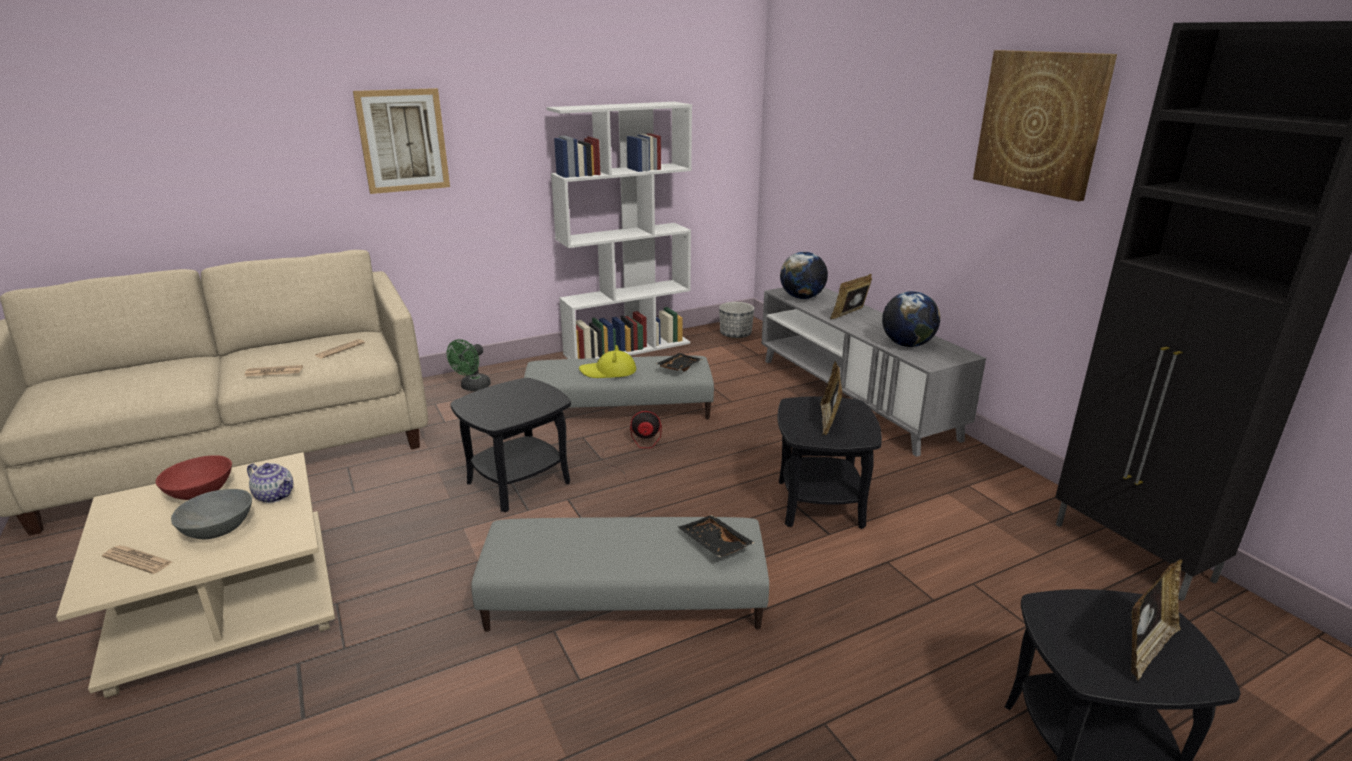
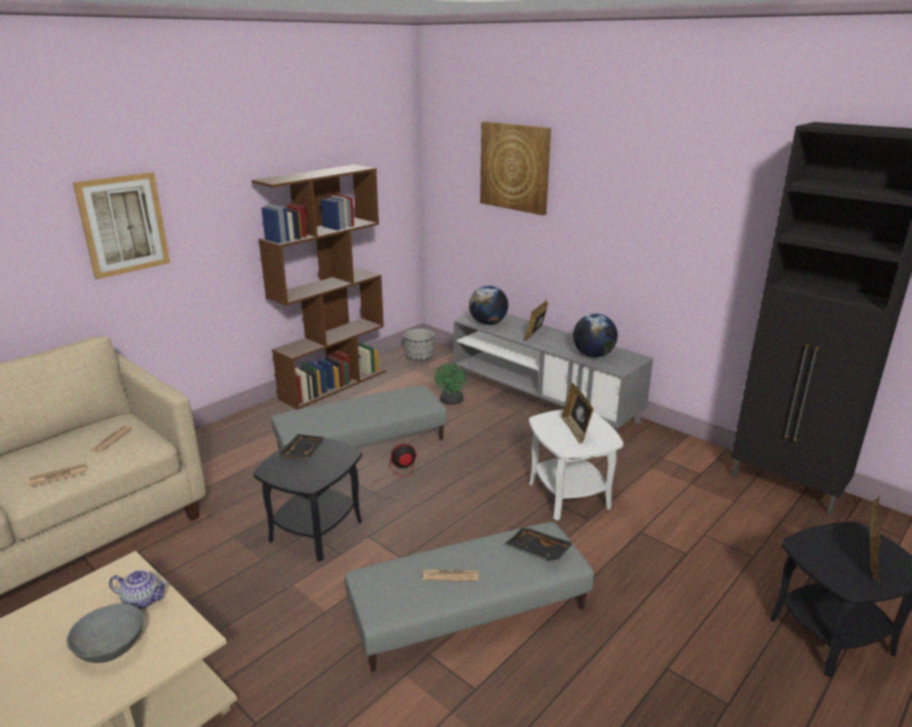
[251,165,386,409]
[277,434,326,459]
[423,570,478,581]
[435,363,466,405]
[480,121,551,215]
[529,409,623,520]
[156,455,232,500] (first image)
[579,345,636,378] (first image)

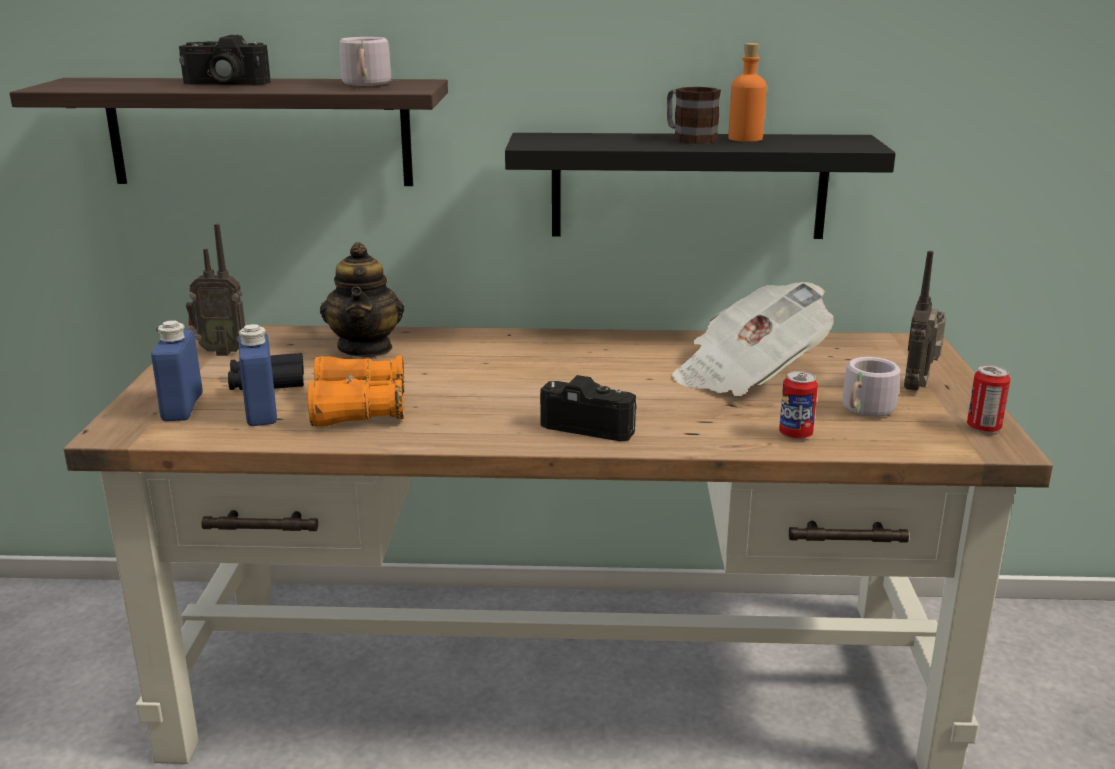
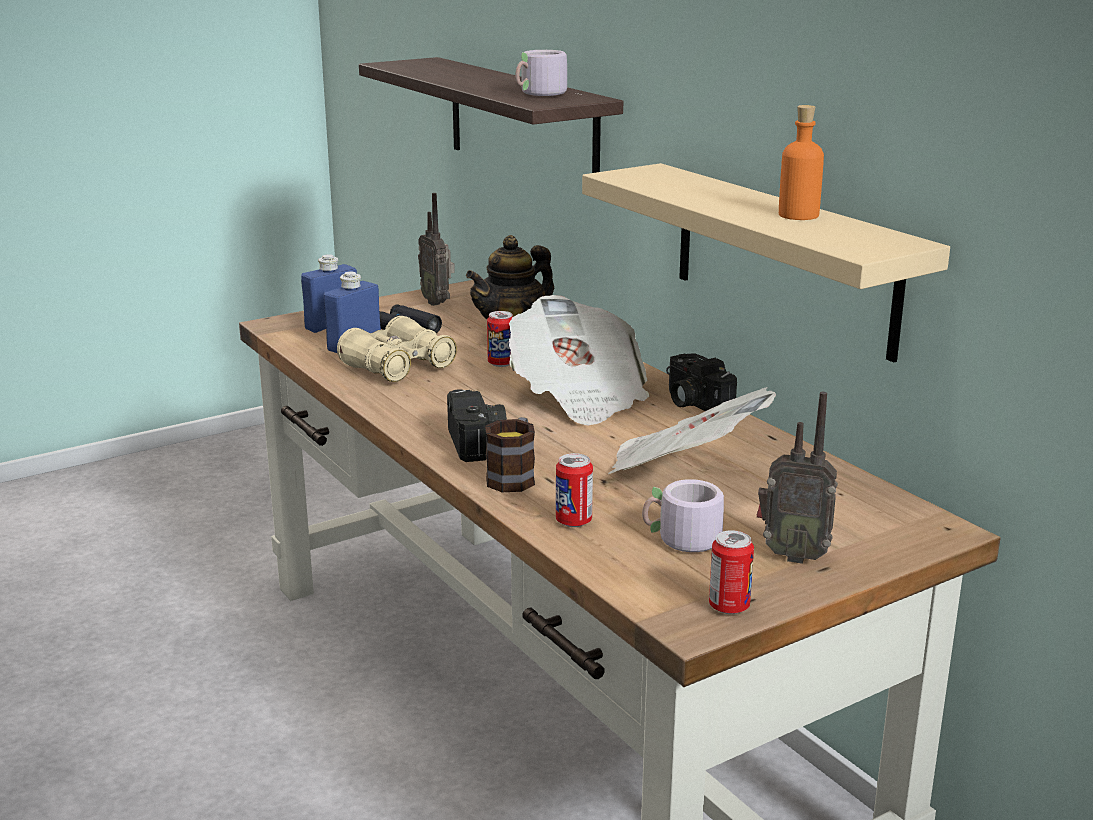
[337,316,457,382]
[485,417,535,492]
[487,311,513,367]
[509,295,649,426]
[582,163,950,362]
[666,353,737,411]
[757,392,838,564]

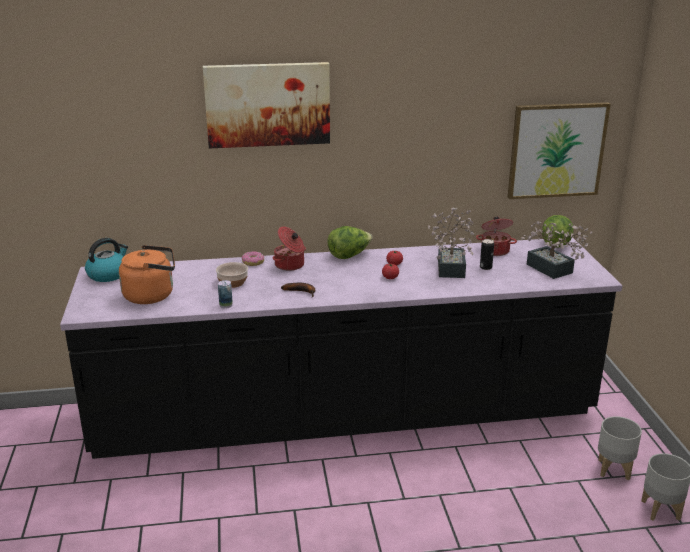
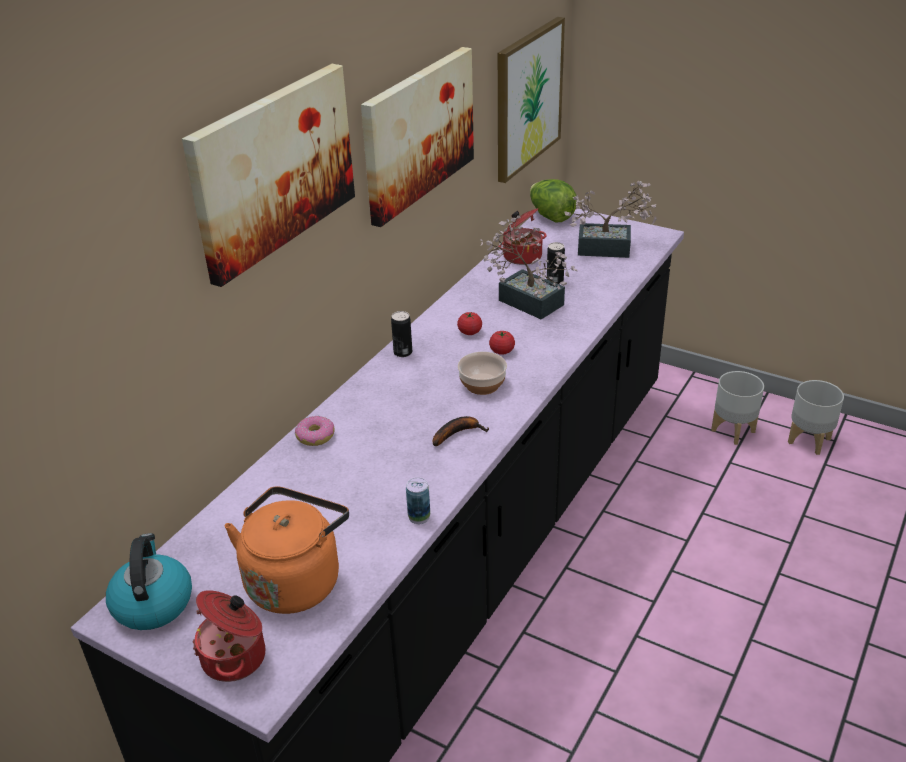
[193,590,265,682]
[361,47,474,227]
[391,311,412,357]
[458,352,507,395]

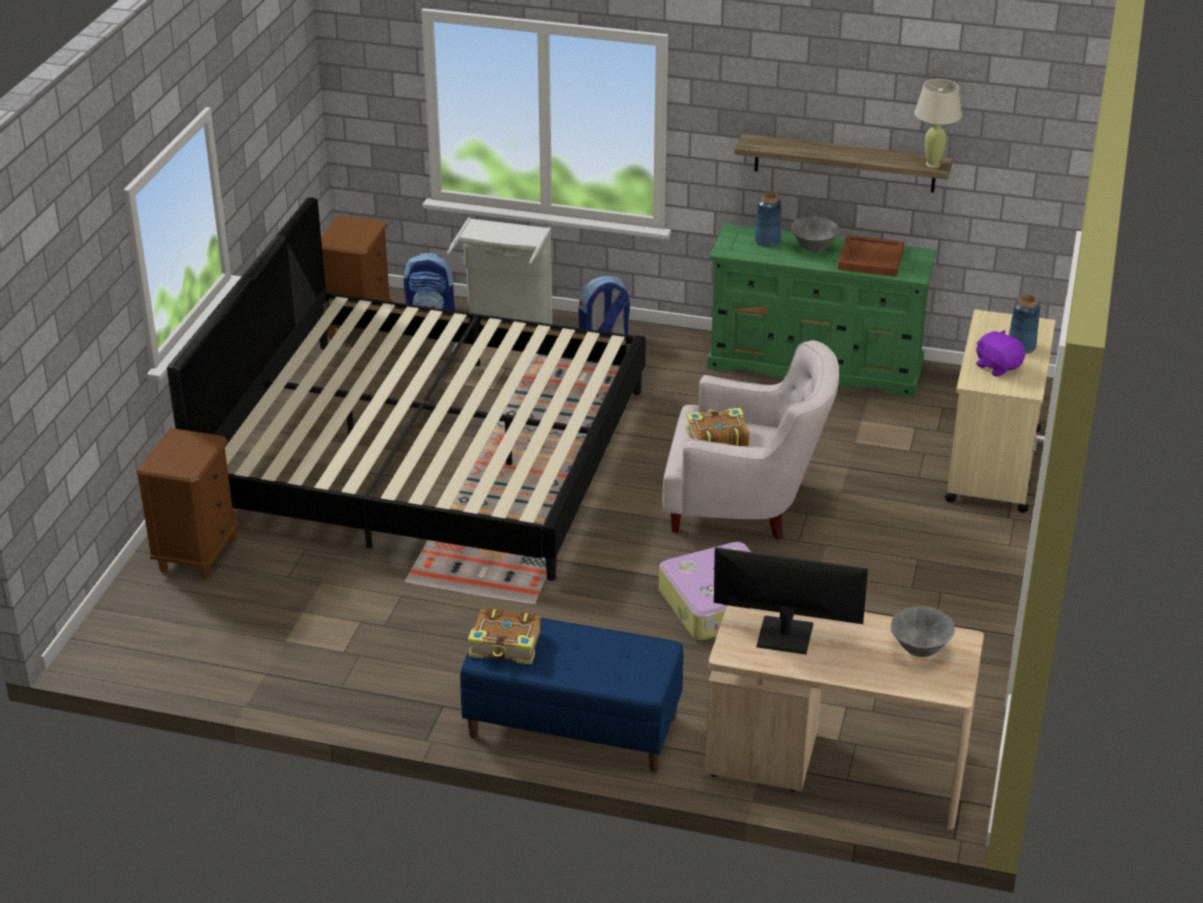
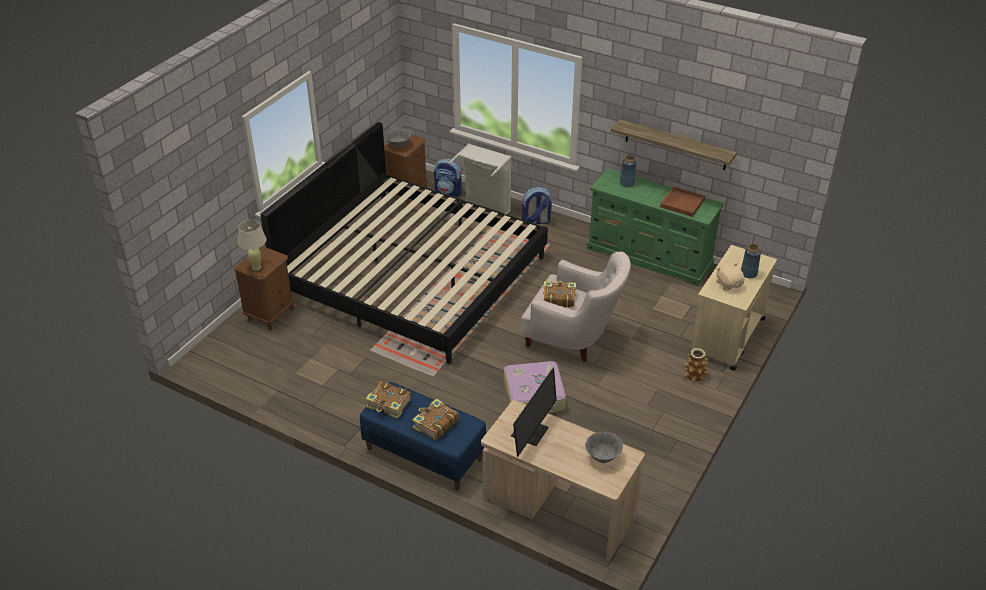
[237,220,266,270]
[385,128,411,148]
[412,399,459,440]
[511,368,557,457]
[684,348,708,382]
[716,263,744,291]

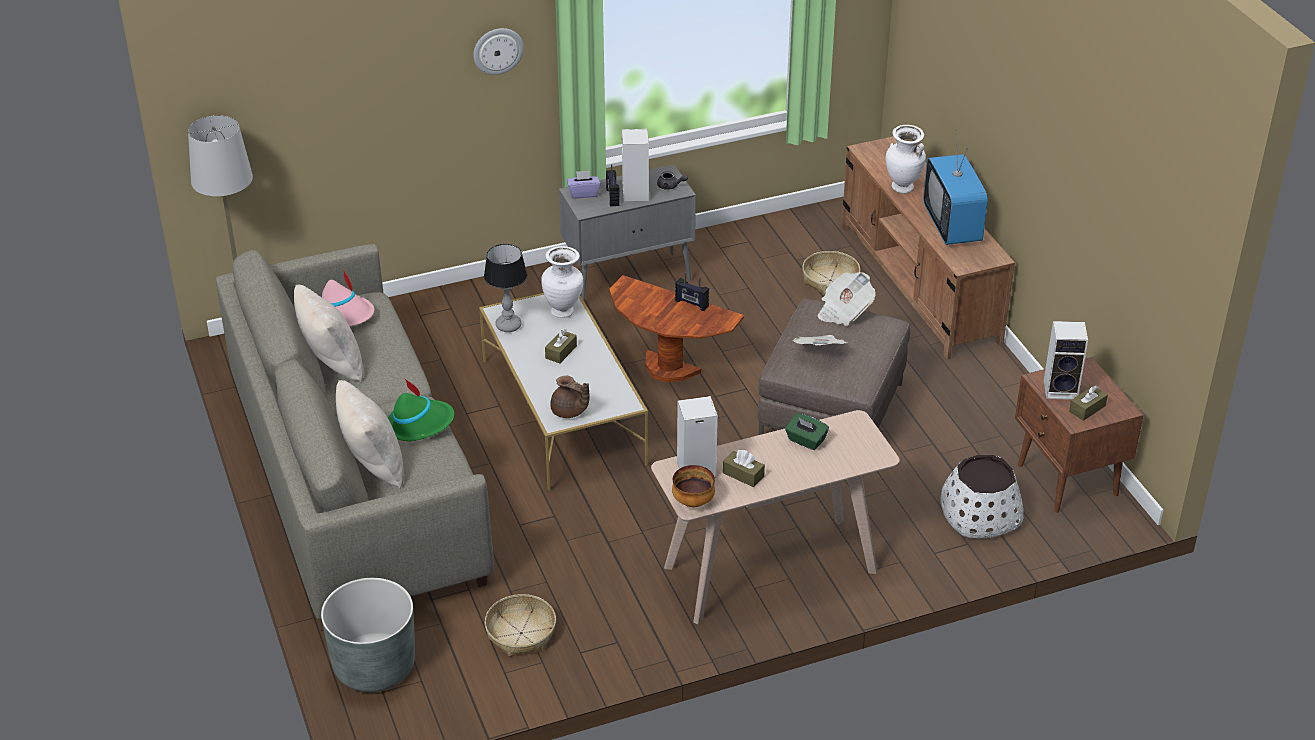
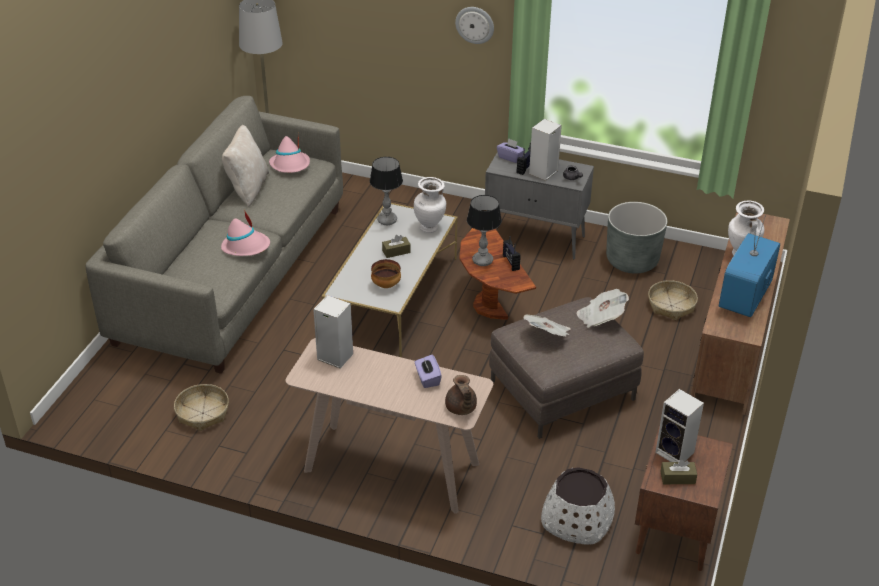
[221,210,270,256]
[371,259,401,288]
[415,355,442,388]
[445,375,477,415]
[467,195,502,266]
[606,202,667,274]
[336,380,404,488] (first image)
[723,450,765,487] (first image)

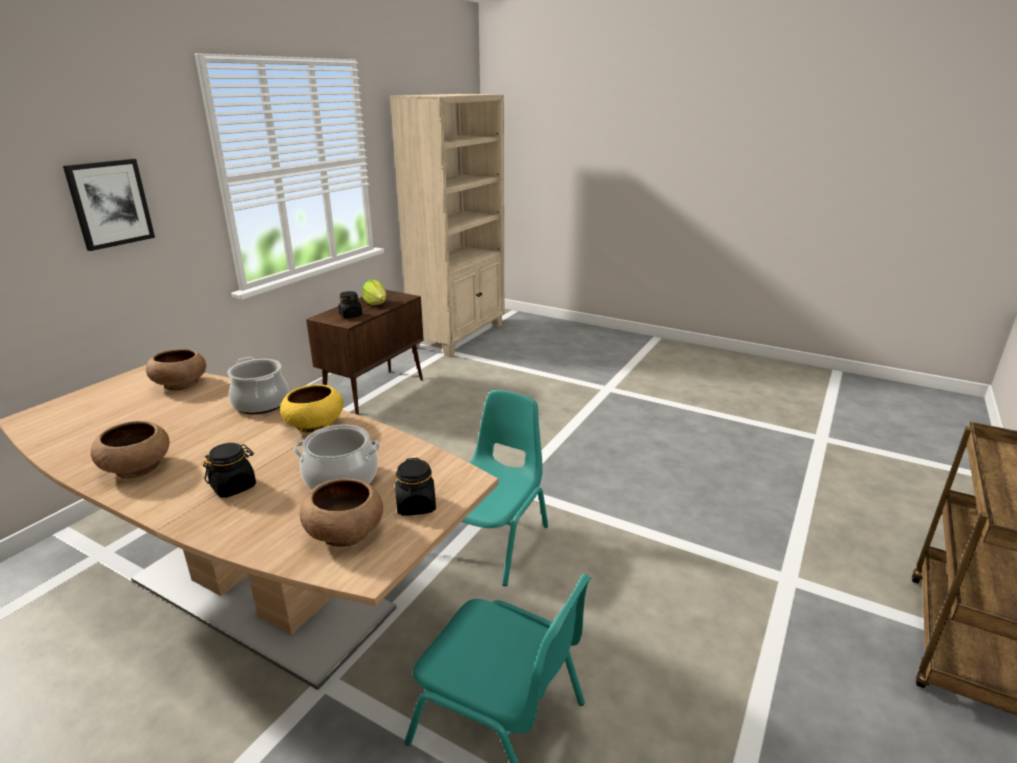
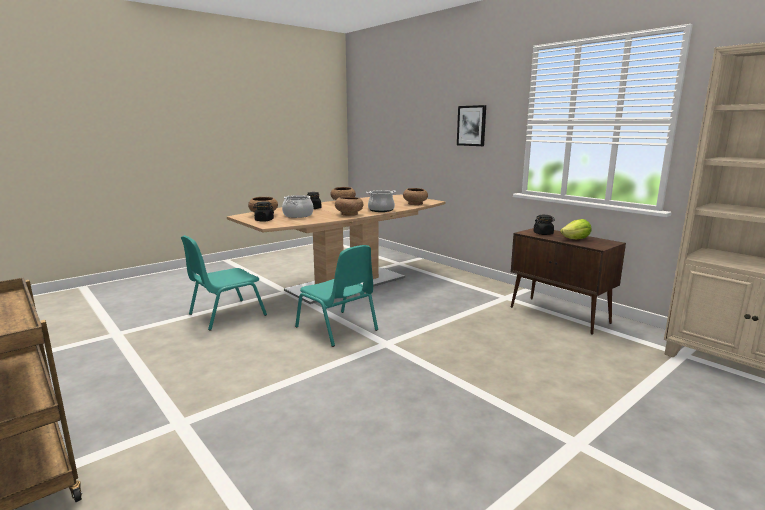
[335,197,363,216]

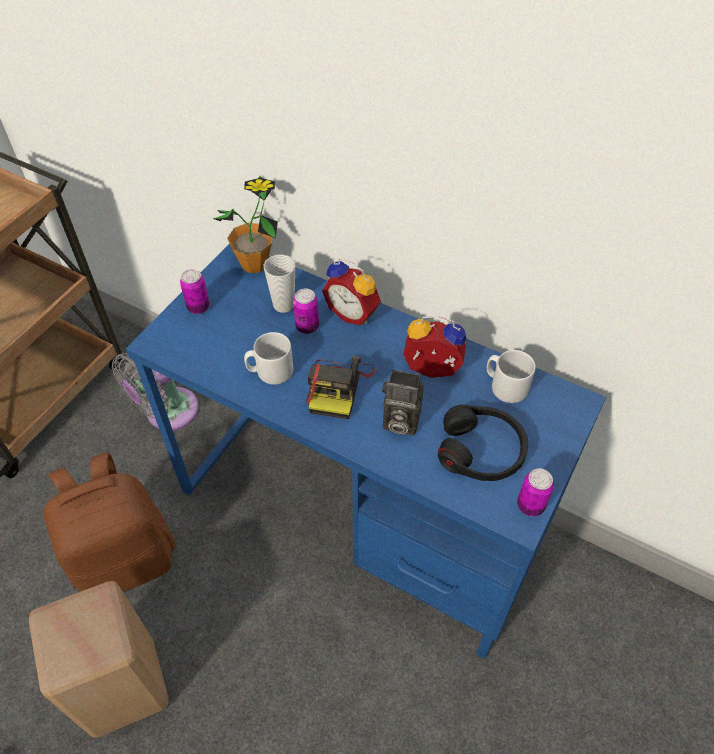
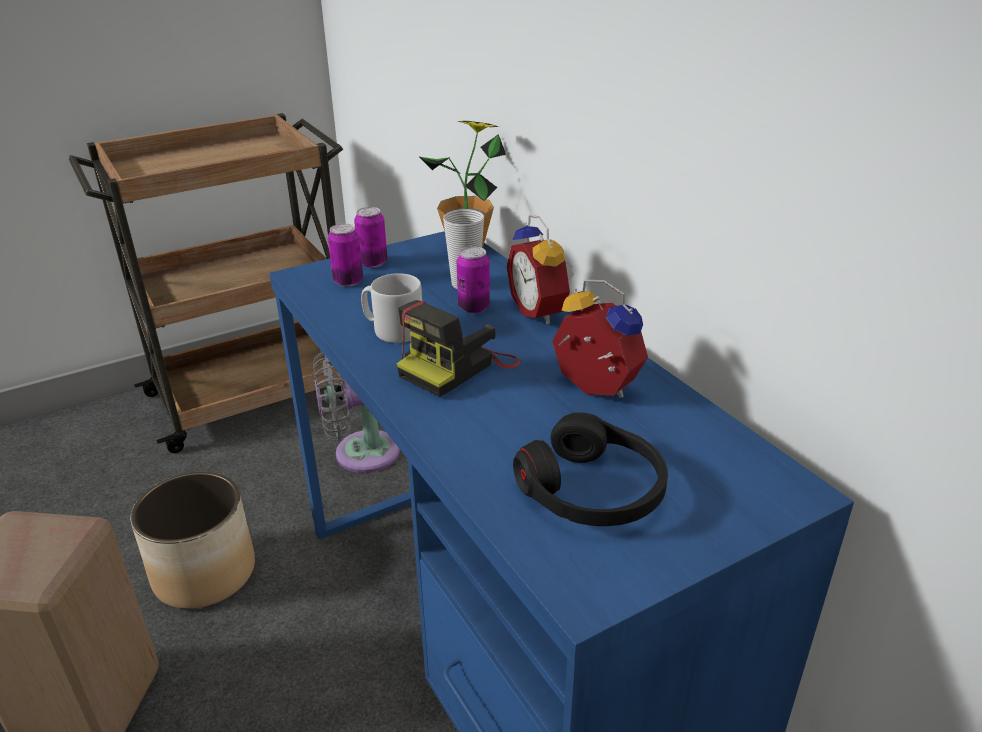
[131,472,255,609]
[328,223,363,287]
[382,370,424,436] (first image)
[487,350,536,403] (first image)

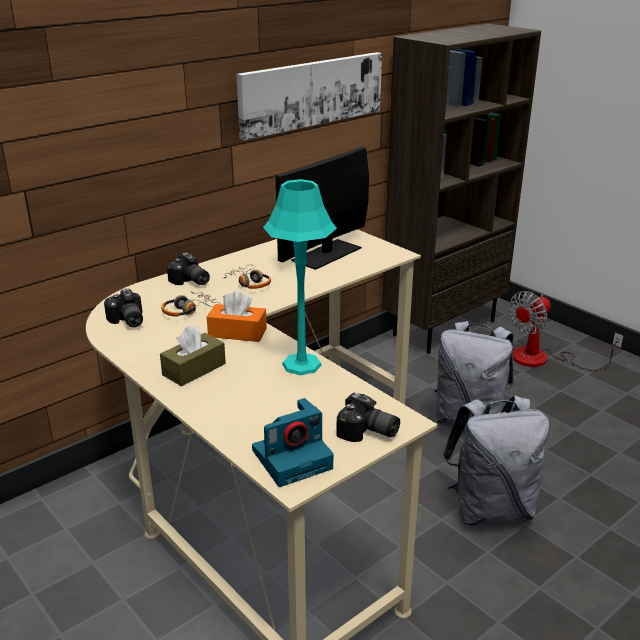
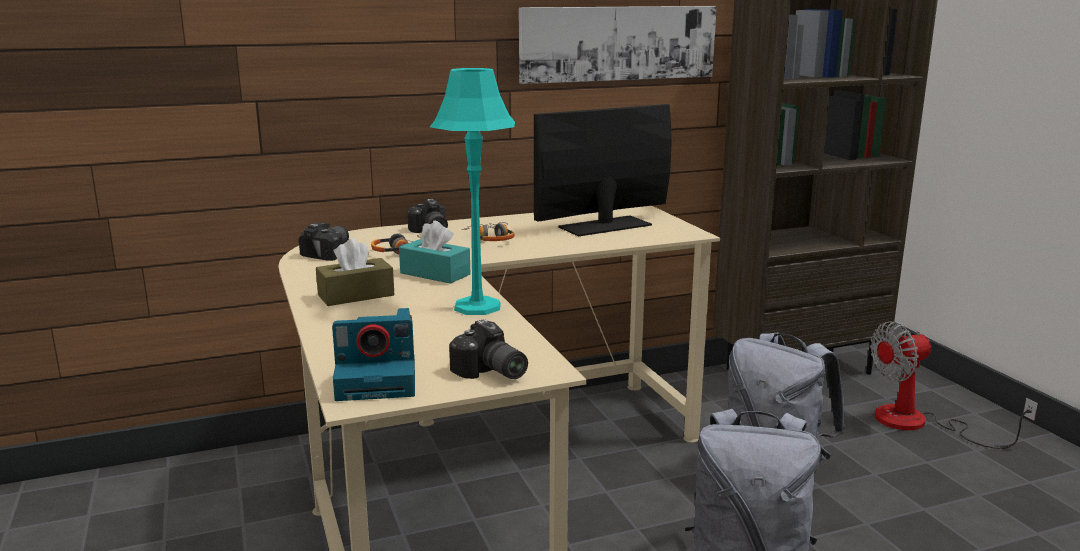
[299,223,349,261]
[399,220,470,284]

